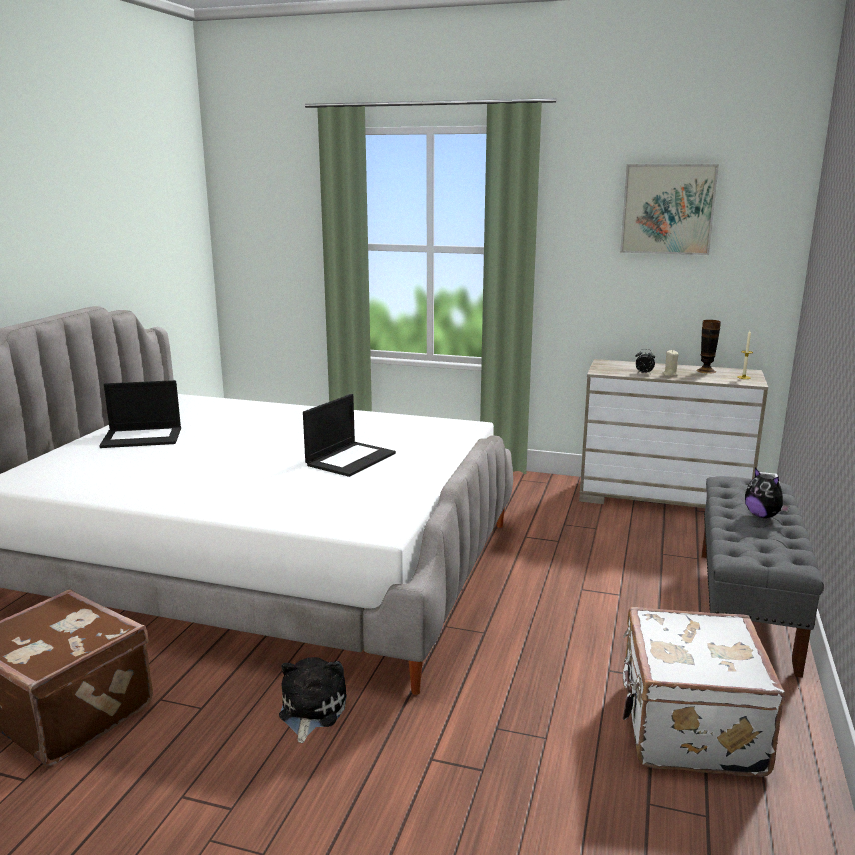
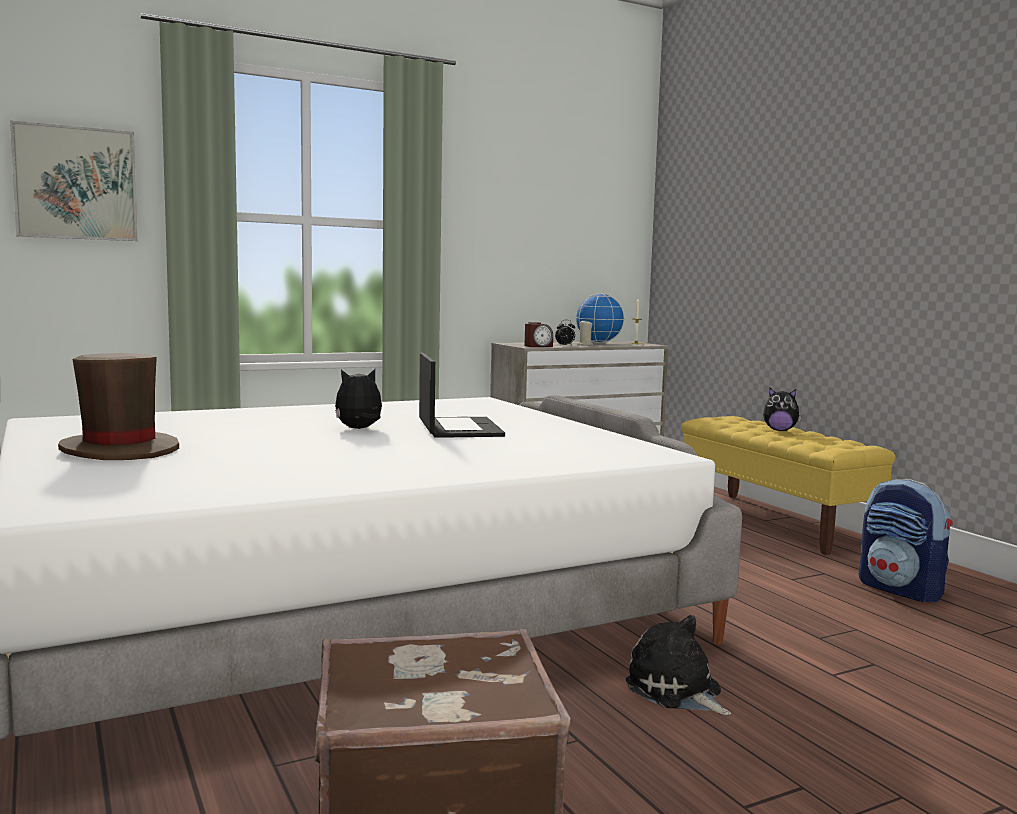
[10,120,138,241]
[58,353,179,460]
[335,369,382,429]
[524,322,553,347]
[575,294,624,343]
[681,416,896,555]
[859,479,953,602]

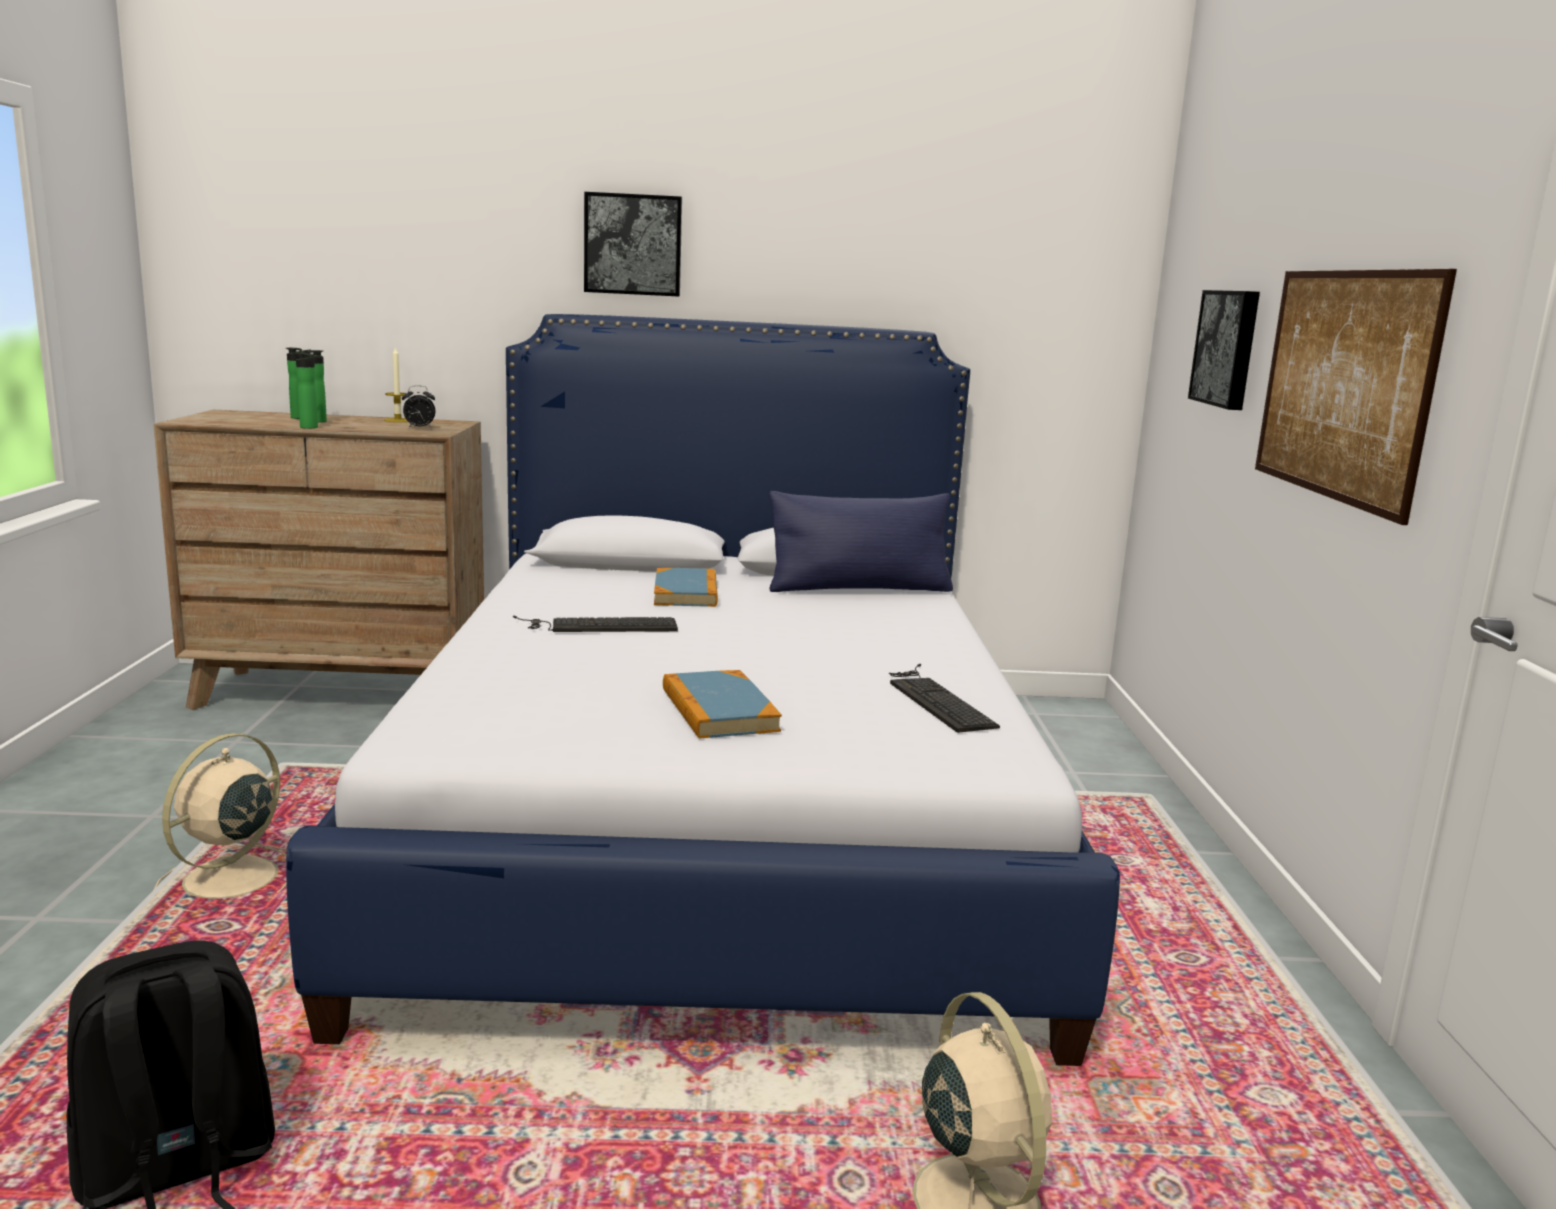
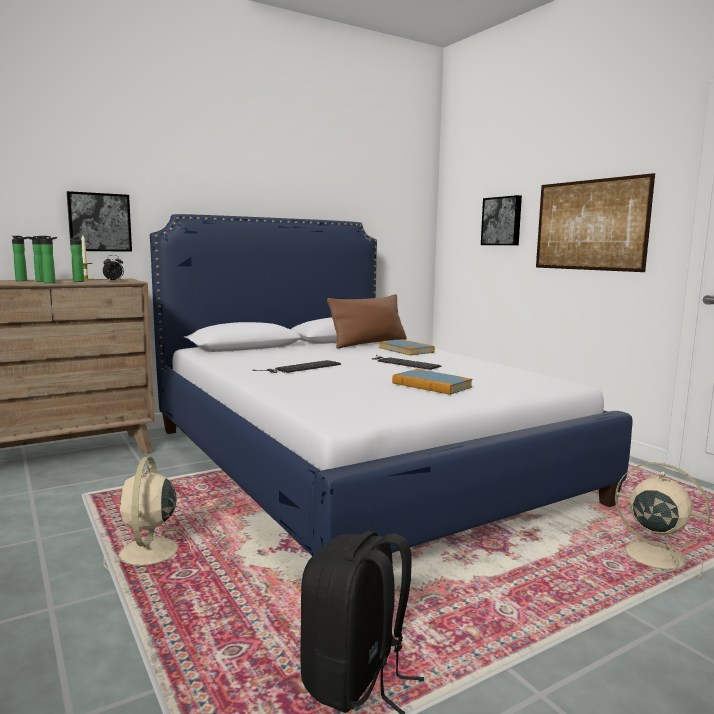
[67,191,132,252]
[70,237,84,282]
[327,294,407,349]
[371,355,441,370]
[379,339,435,356]

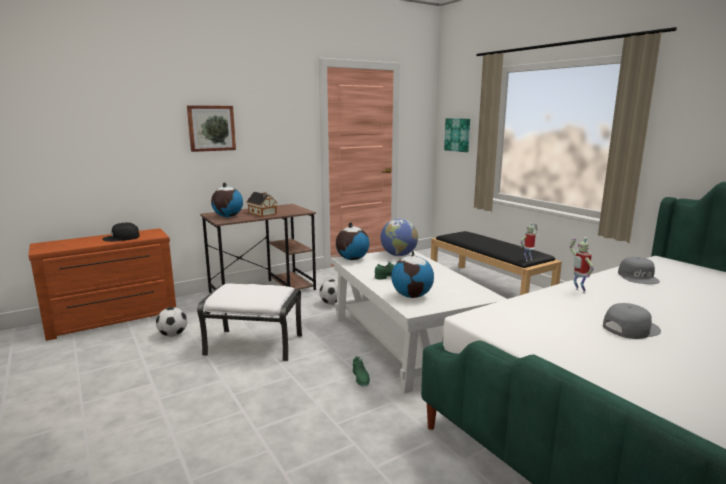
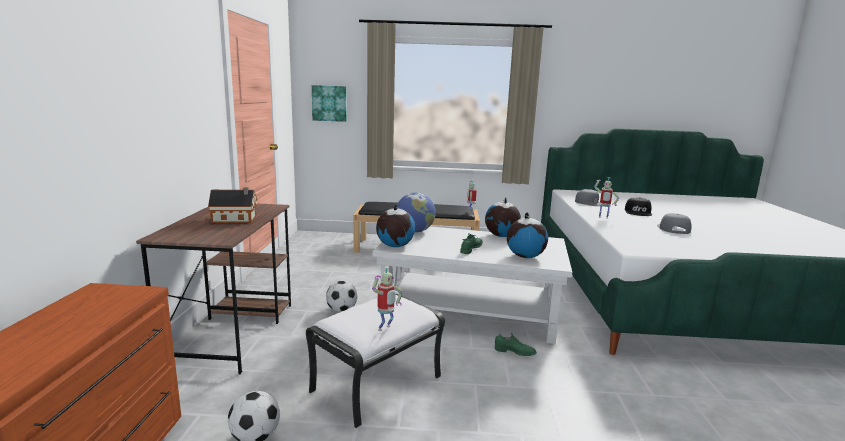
[372,266,402,331]
[485,198,521,237]
[625,197,652,216]
[187,105,236,152] (first image)

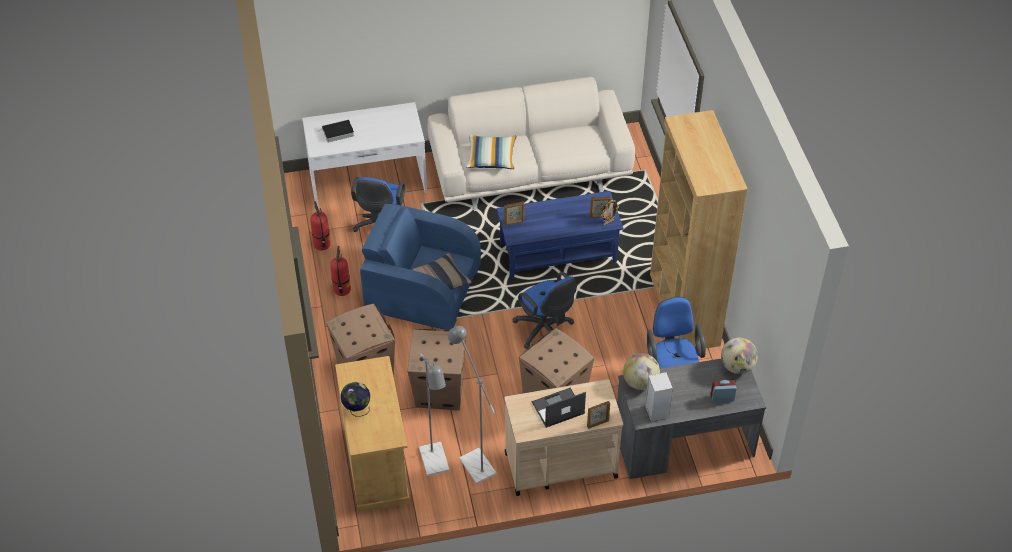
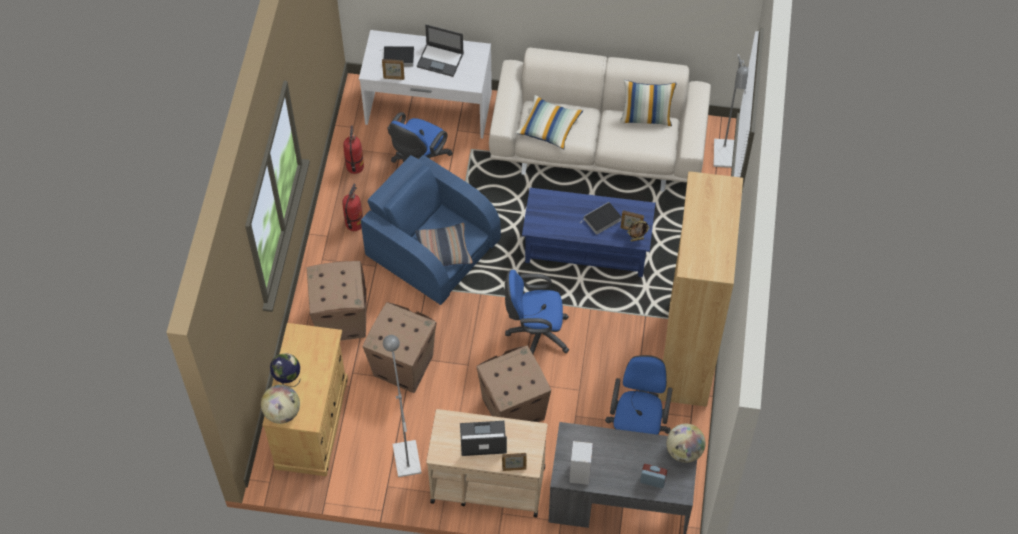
[261,385,300,424]
[382,59,404,80]
[417,25,464,77]
[505,270,569,354]
[583,202,622,235]
[620,80,677,126]
[714,54,749,168]

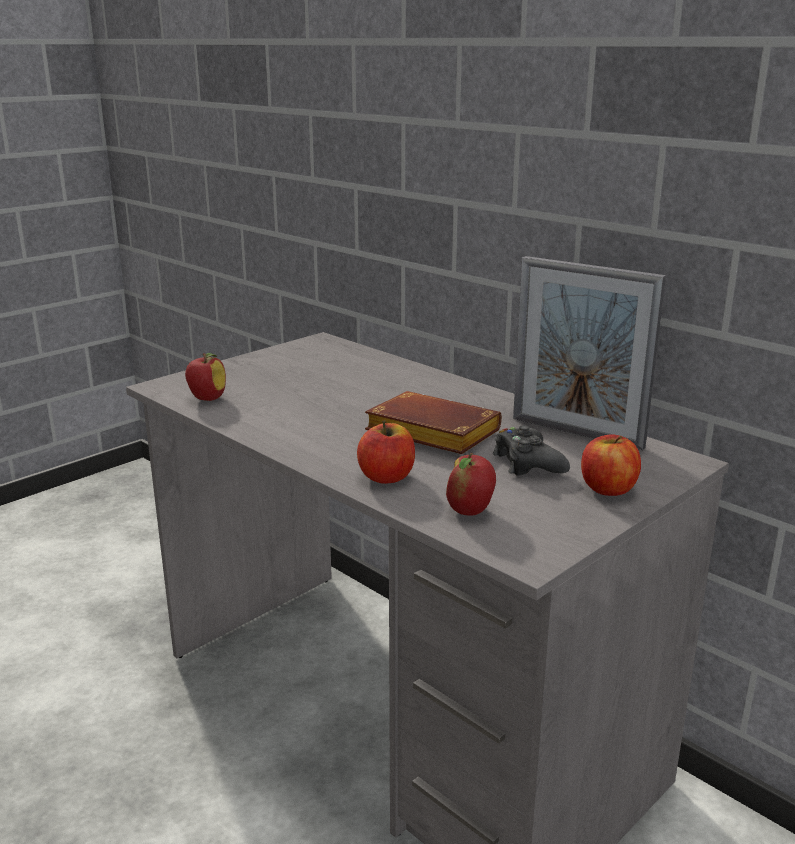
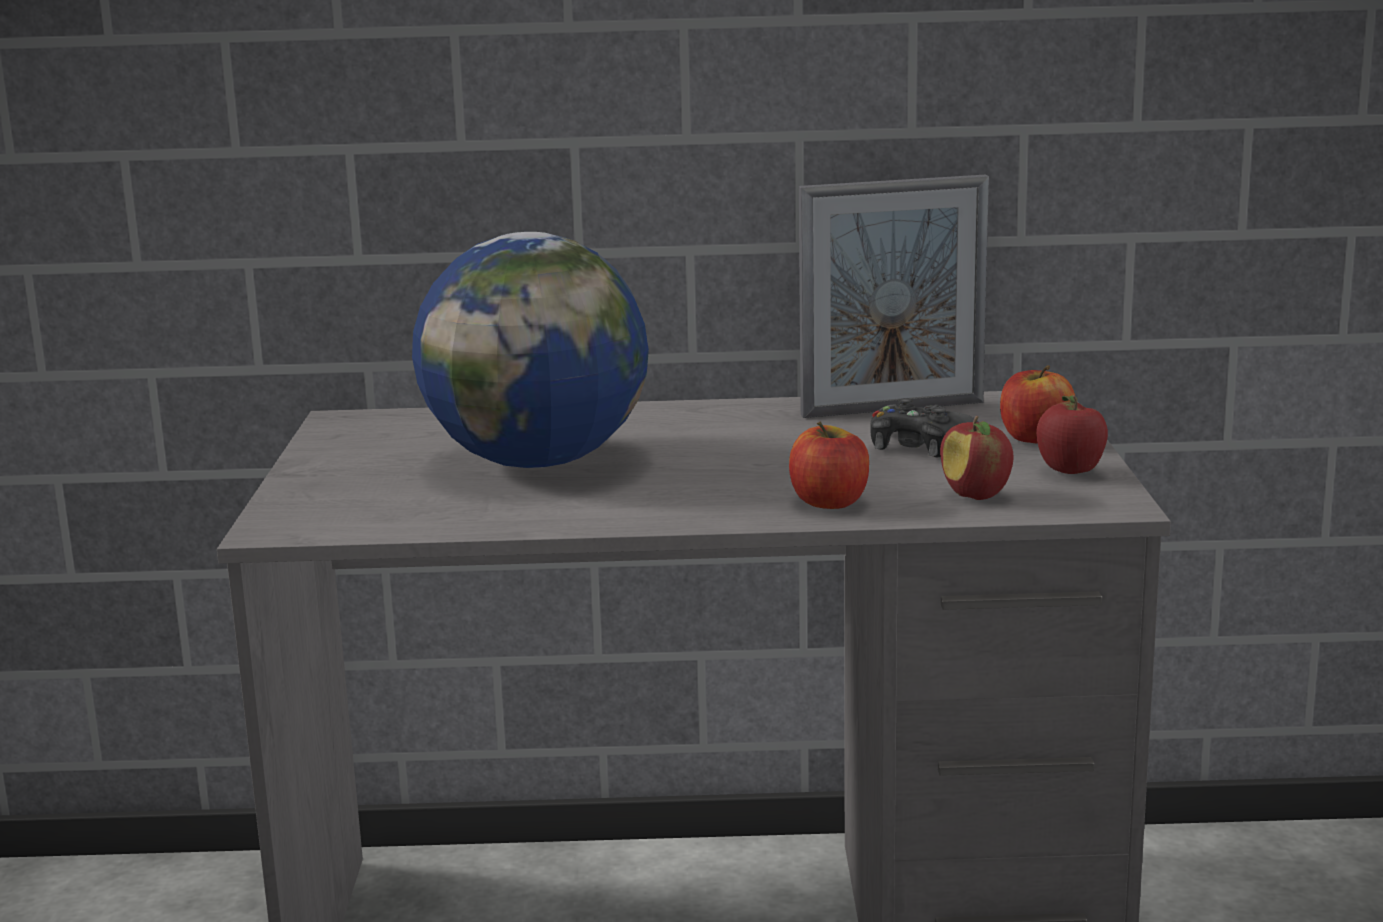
[412,232,649,468]
[1036,395,1108,474]
[365,391,502,454] (first image)

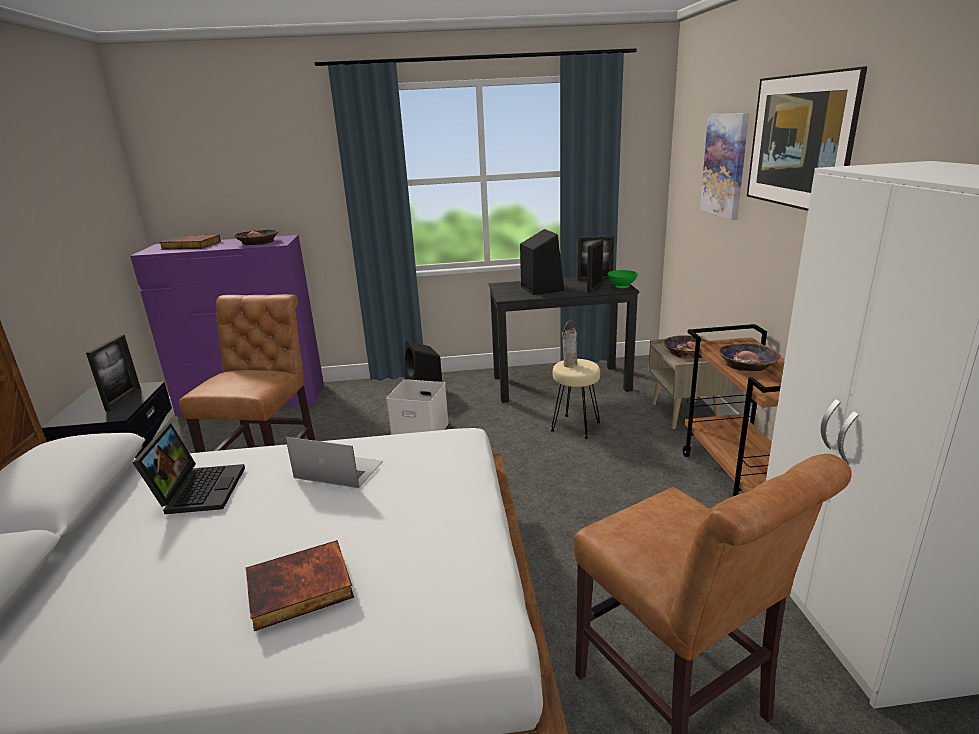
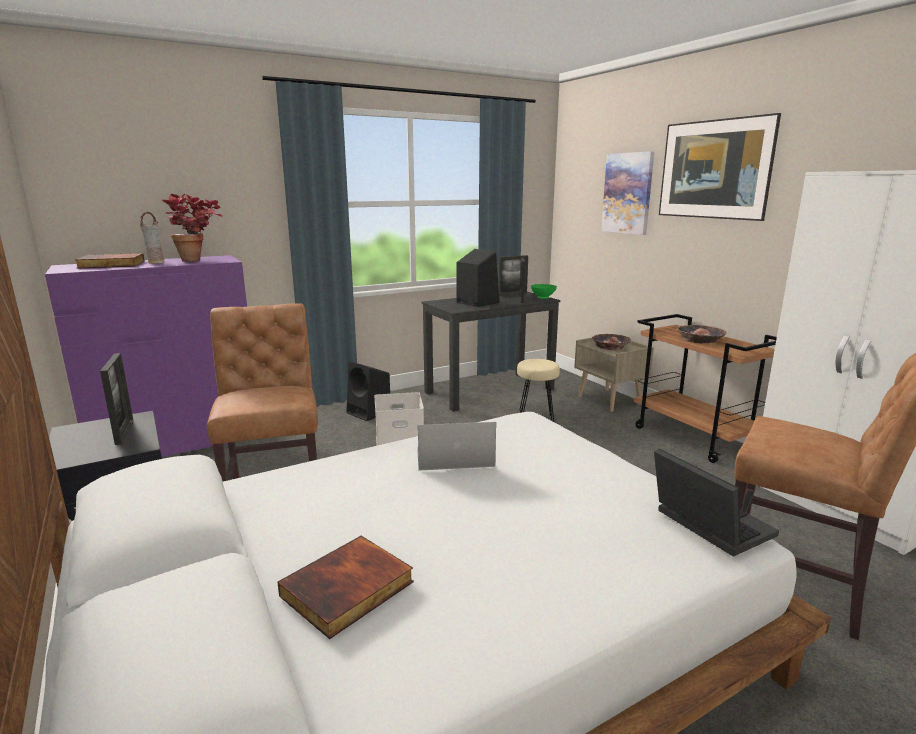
[140,212,165,264]
[162,194,223,262]
[277,536,414,639]
[654,448,779,557]

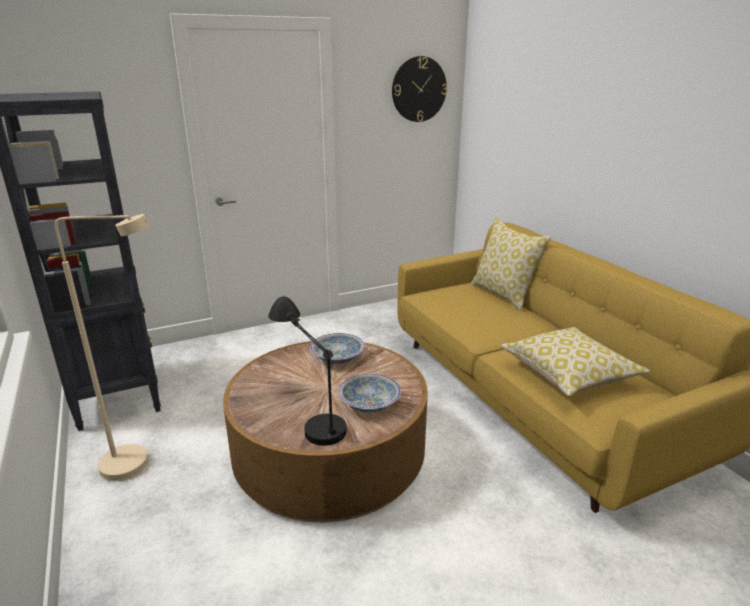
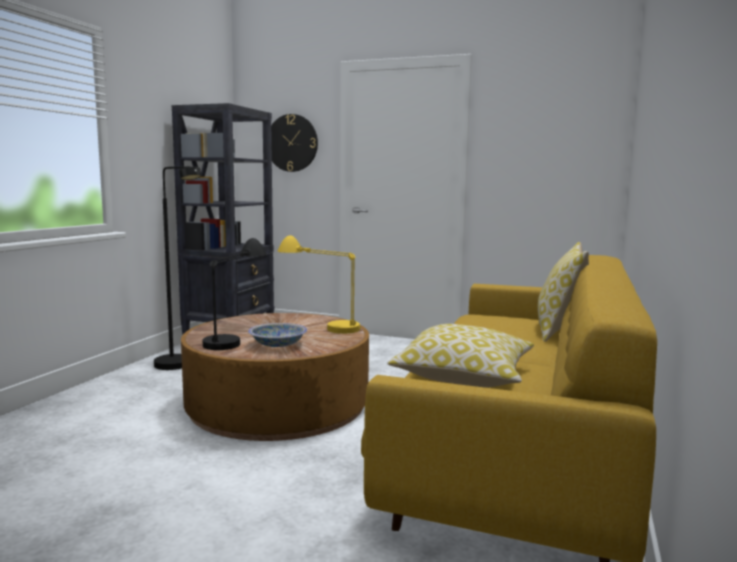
[154,166,201,370]
[271,114,318,172]
[278,235,361,334]

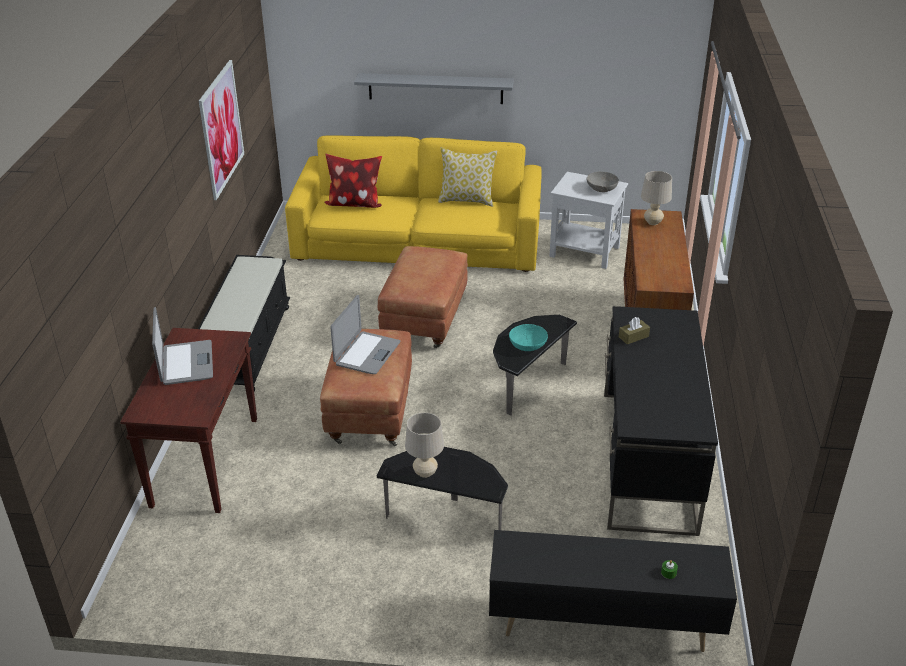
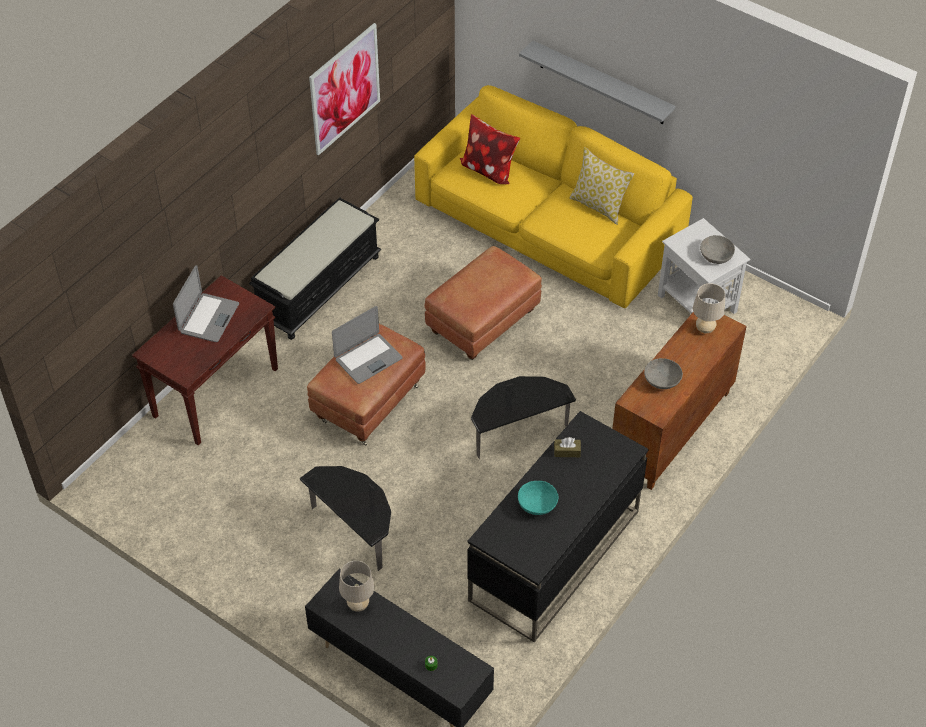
[339,561,375,612]
[518,481,558,515]
[644,358,683,389]

